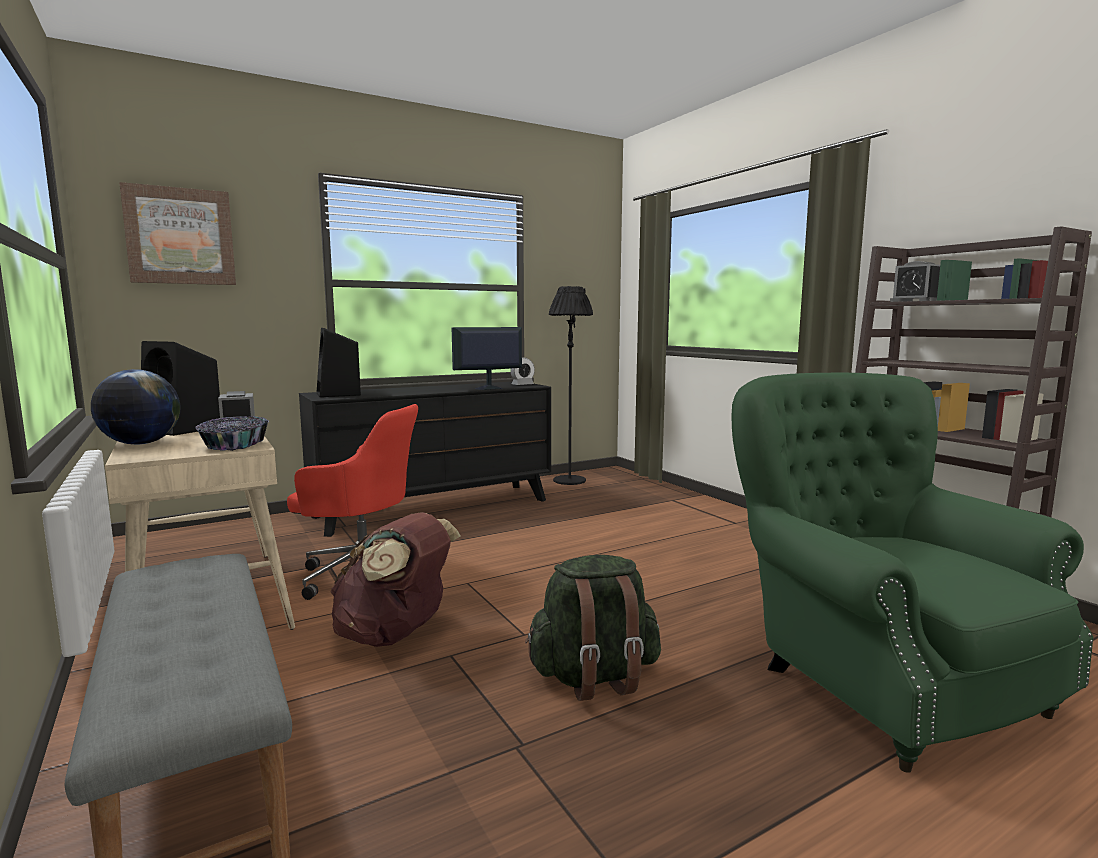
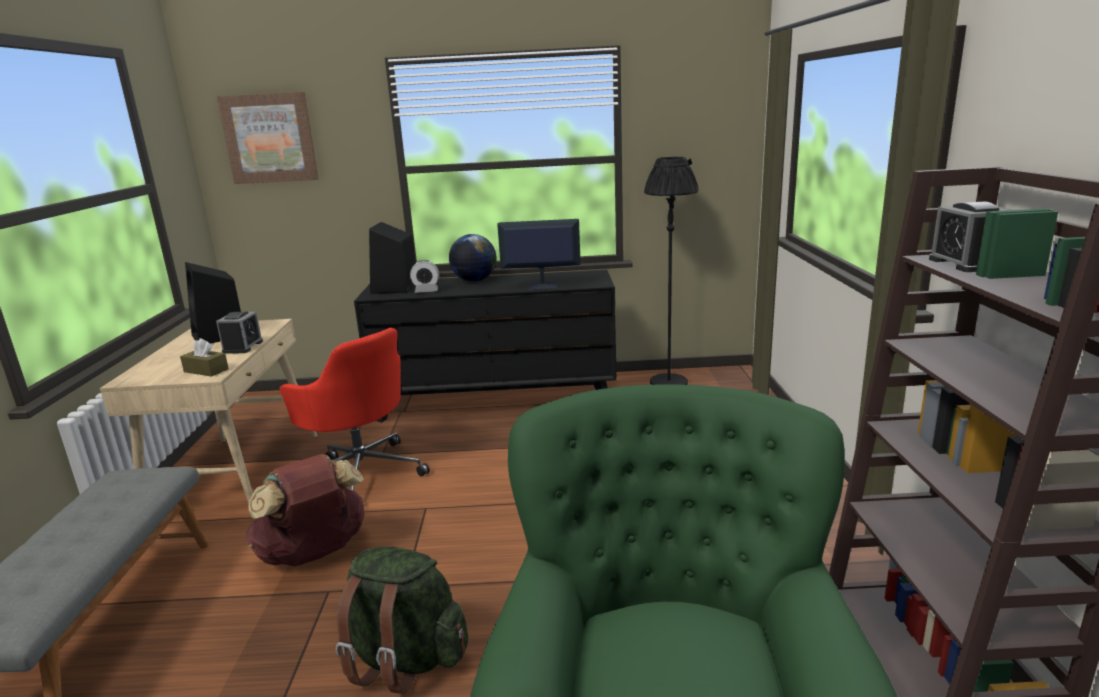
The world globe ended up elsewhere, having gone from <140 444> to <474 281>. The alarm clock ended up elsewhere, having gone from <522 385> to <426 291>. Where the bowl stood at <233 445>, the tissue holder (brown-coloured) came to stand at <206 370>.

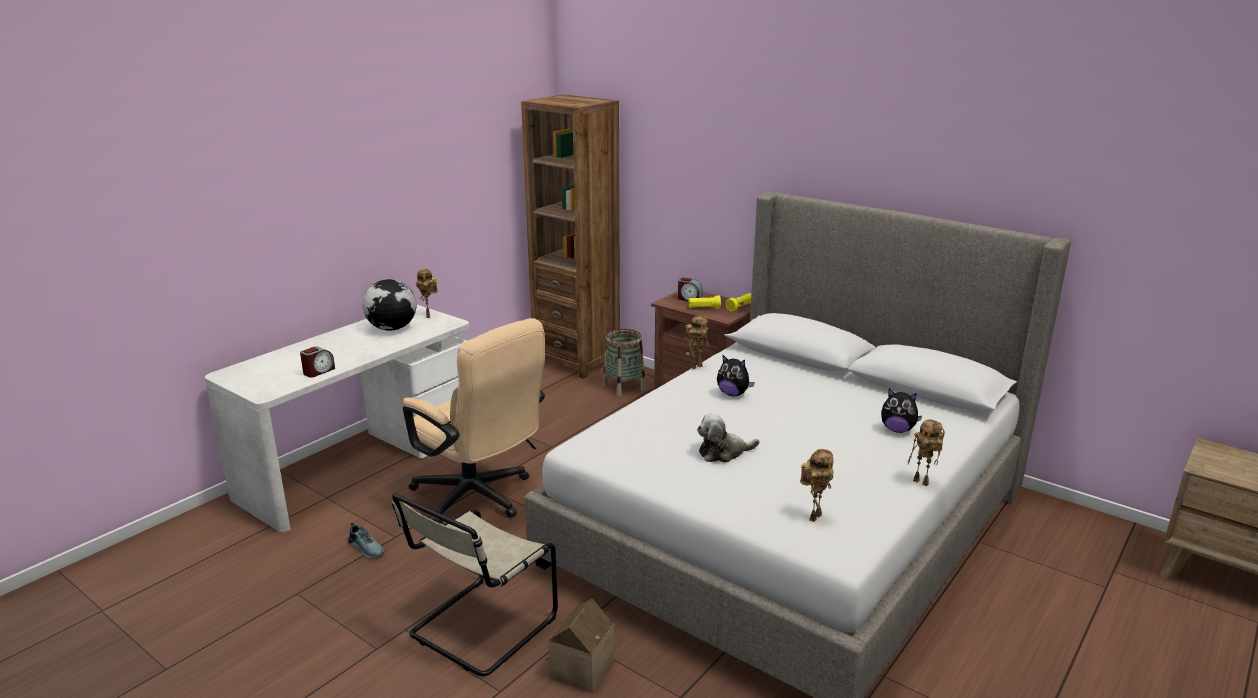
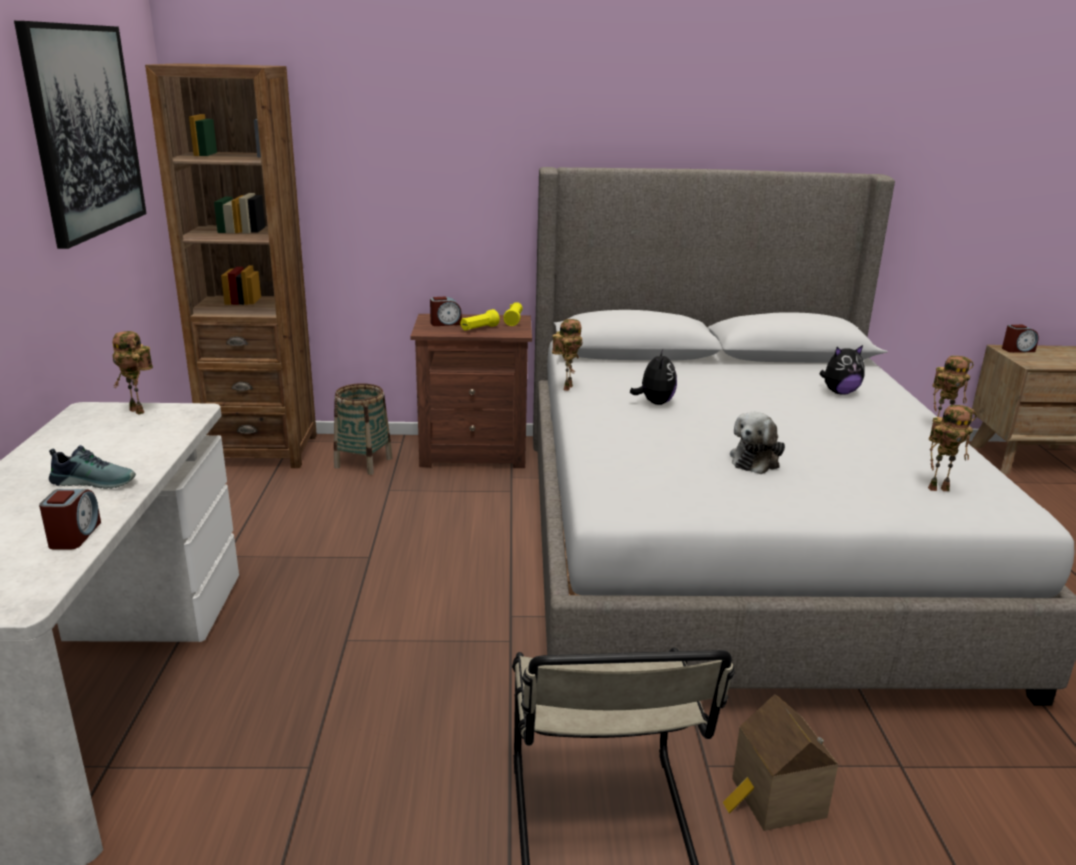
The second view lost the world globe at <392 328>. The second view lost the computer chair (beige-coloured) at <479 498>. The second view gained the picture at <84 131>. The second view gained the alarm clock at <1017 350>. The low shoe ended up elsewhere, having gone from <367 547> to <95 481>. The cuddly toy at <733 394> ended up facing another way, 75 degrees counterclockwise from before. The toy robot at <814 516> ended up facing another way, 90 degrees clockwise from before.

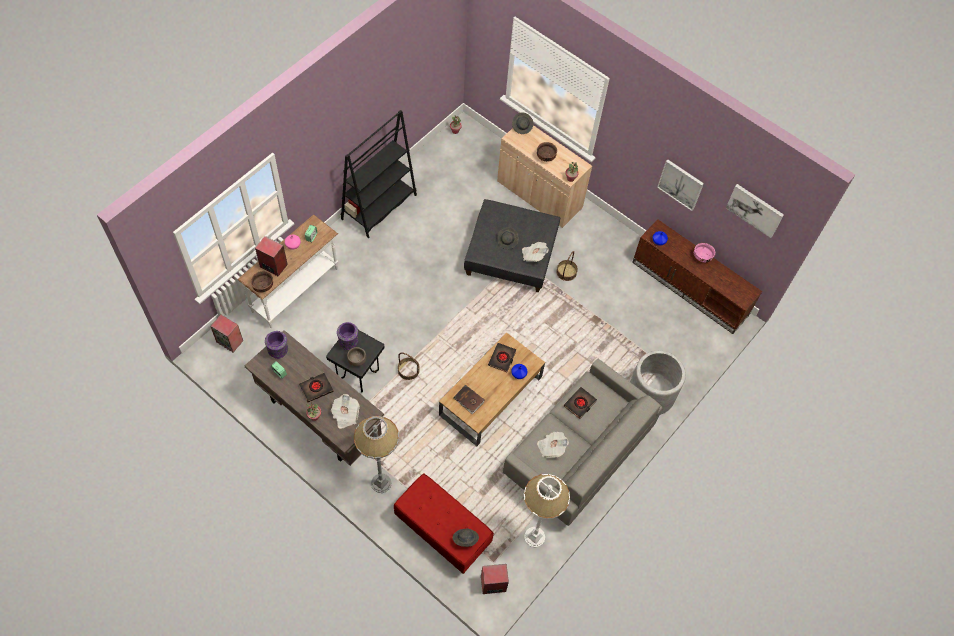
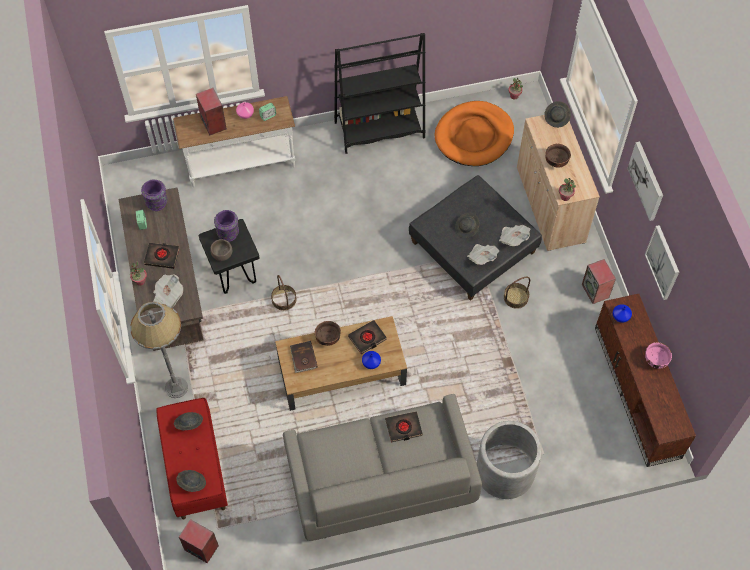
The second view lost the standard lamp (white-coloured) at <534 537>. The second view gained the clothing hat (grey) at <189 424>. The second view gained the pet bed (orangey) at <474 136>. The loudspeaker ended up elsewhere, having gone from <230 341> to <595 291>. The bowl (brown-coloured) ended up elsewhere, having gone from <263 287> to <328 339>. The newspaper ended up elsewhere, having gone from <551 447> to <513 238>. The picture ended up elsewhere, having gone from <755 210> to <646 180>.

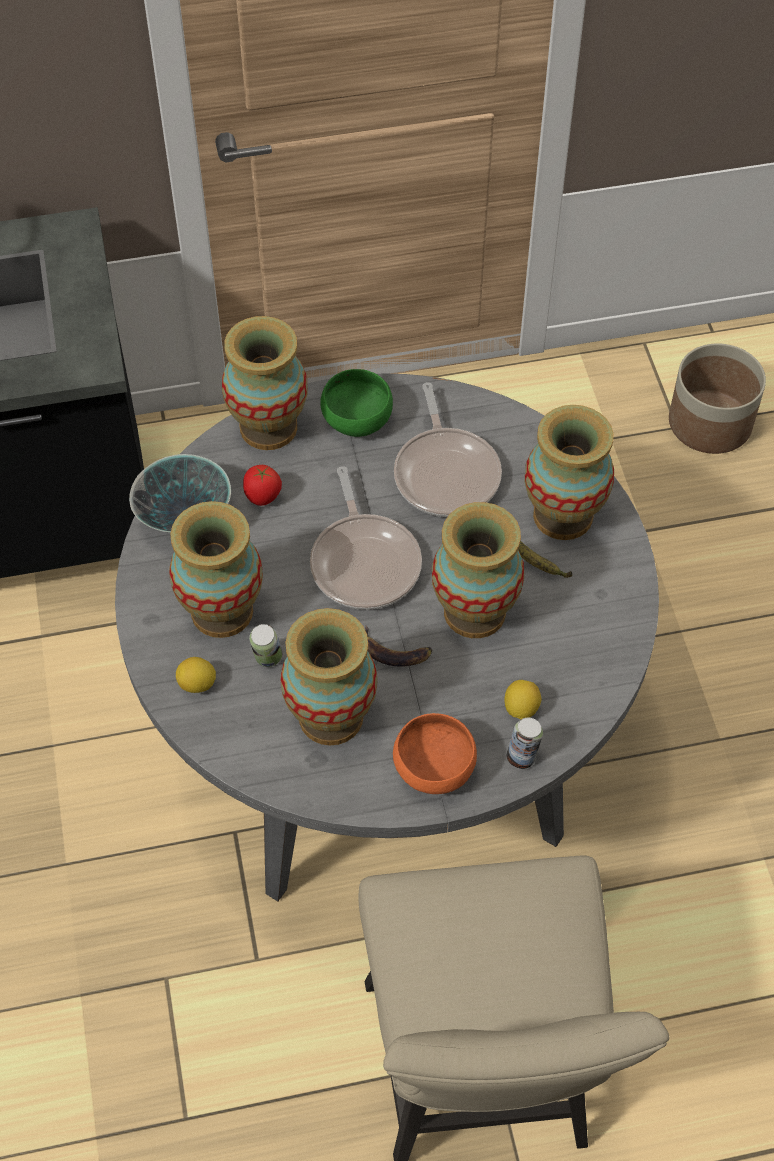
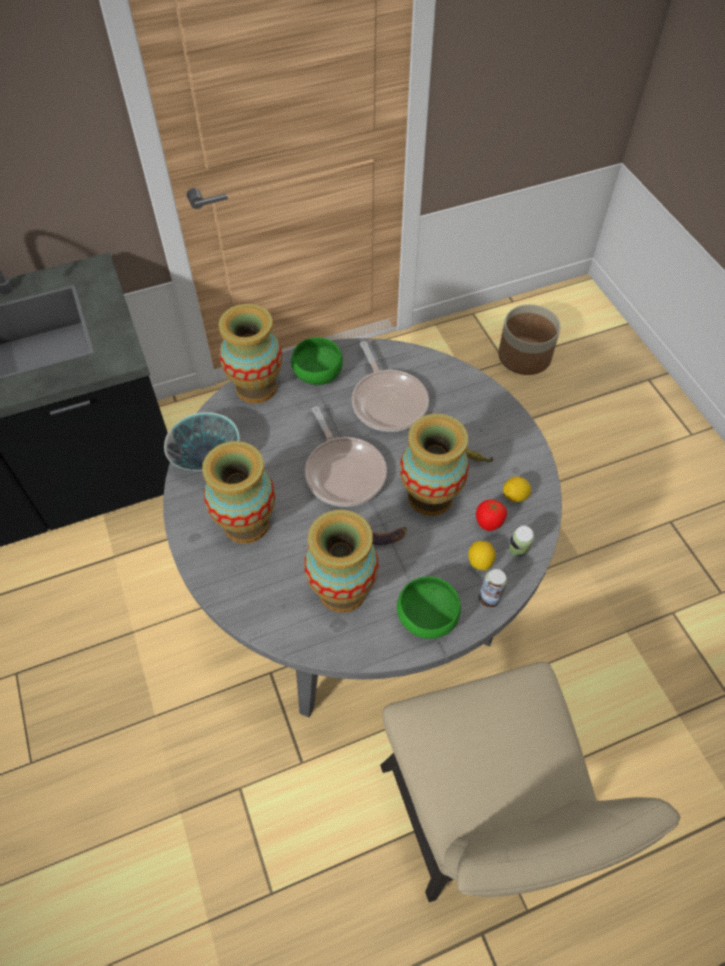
The second view lost the vase at <563 515>. The whole lemon ended up elsewhere, having gone from <197 684> to <515 496>. The whole tomato ended up elsewhere, having gone from <263 498> to <488 524>. The sealed can ended up elsewhere, having gone from <267 659> to <517 550>. What was the bowl (orangey) at <432 769> turned into the bowl (green-coloured) at <426 618>.

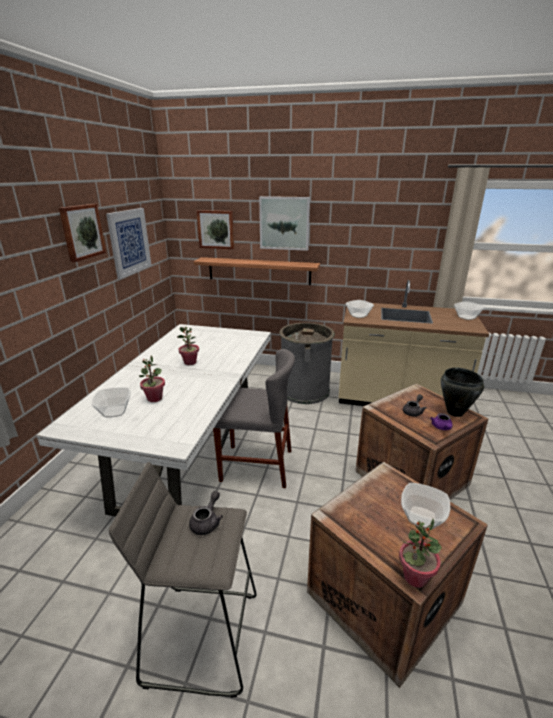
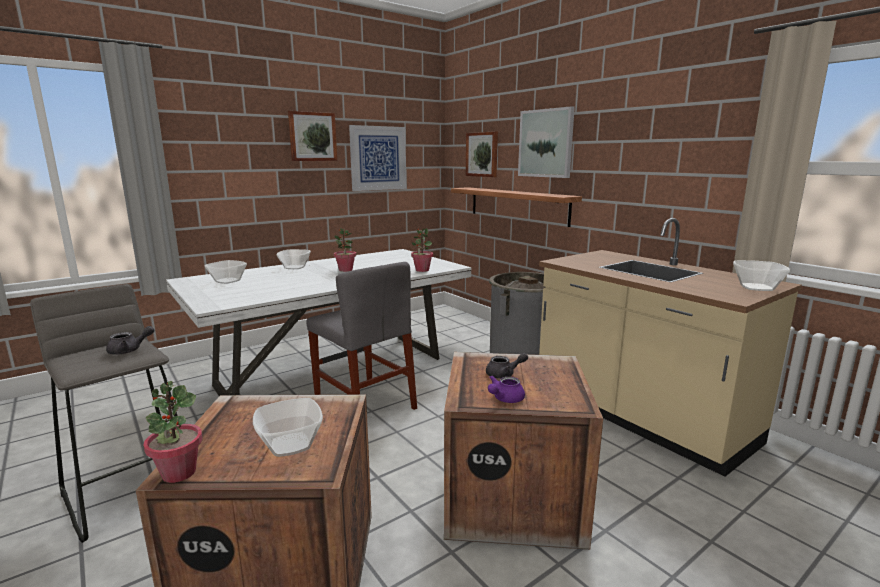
The second view lost the saucepot (black-coloured) at <455 412>. The houseplant ended up elsewhere, having gone from <154 398> to <422 270>. The bowl ended up elsewhere, having gone from <358 315> to <295 267>.

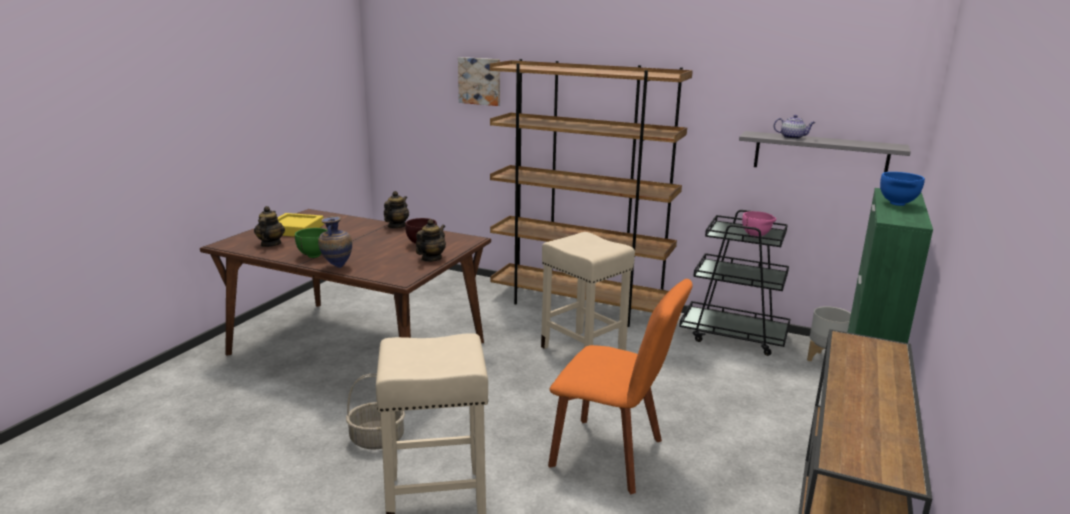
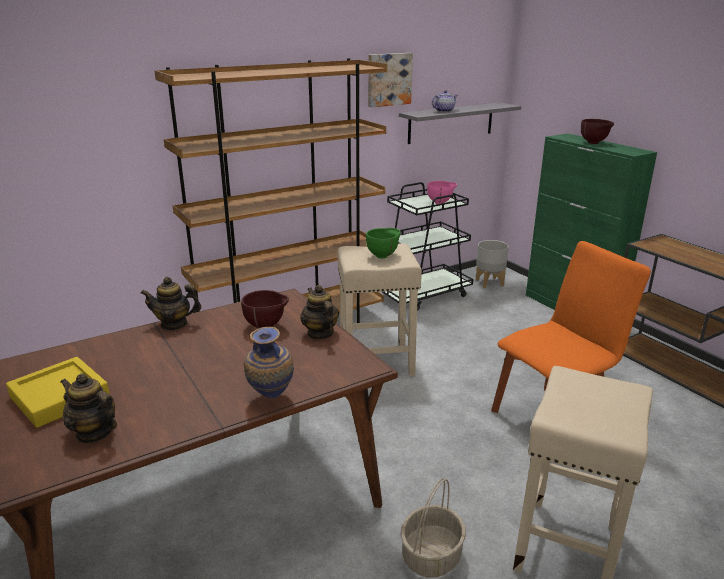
The bowl (green-coloured) ended up elsewhere, having gone from <315 256> to <383 256>. The picture ended up elsewhere, having gone from <480 81> to <388 79>. What was the bowl (blue) at <897 204> turned into the bowl (brown-coloured) at <594 143>. The pot for tea at <396 226> ended up facing another way, 60 degrees counterclockwise from before.

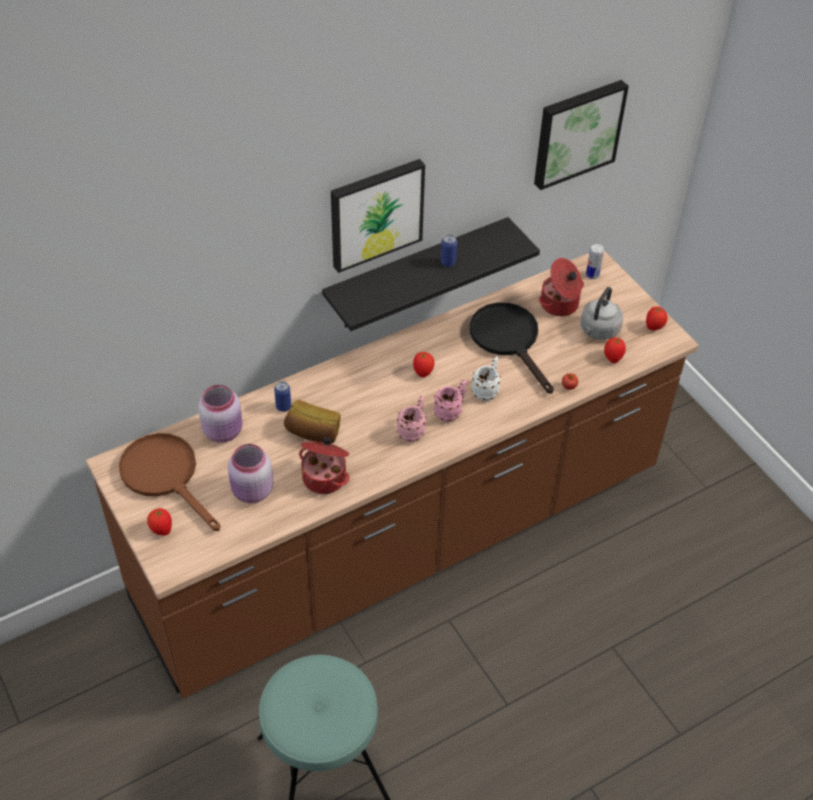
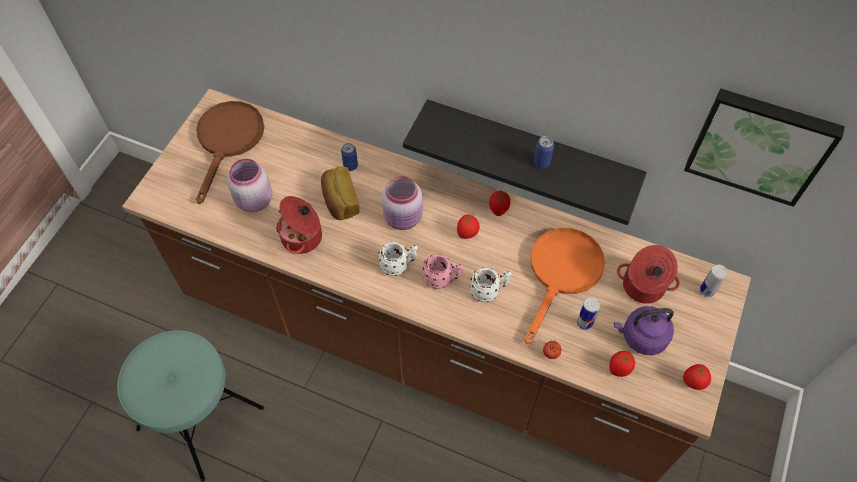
The second view lost the picture at <375 213>. The second view gained the sealed can at <584 323>. The whole tomato ended up elsewhere, having gone from <161 530> to <498 209>. The preserve jar (pink) ended up elsewhere, having gone from <224 431> to <404 218>. What was the mug (pink) at <413 430> turned into the mug (white-coloured) at <399 266>. What was the frying pan (black-coloured) at <509 340> turned into the frying pan (orangey) at <562 273>. What was the water kettle (grey) at <598 331> turned into the water kettle (purple-coloured) at <641 337>.

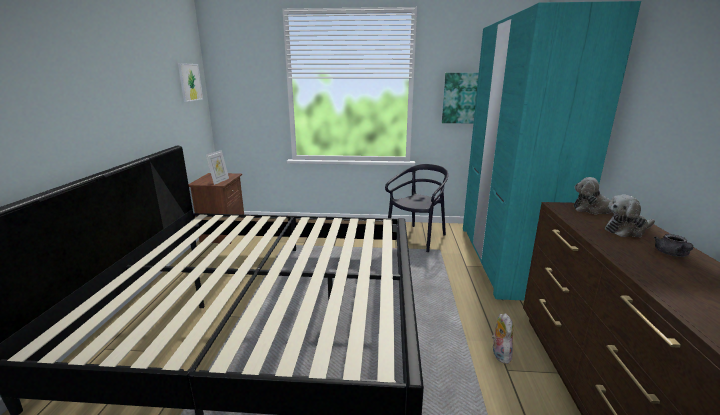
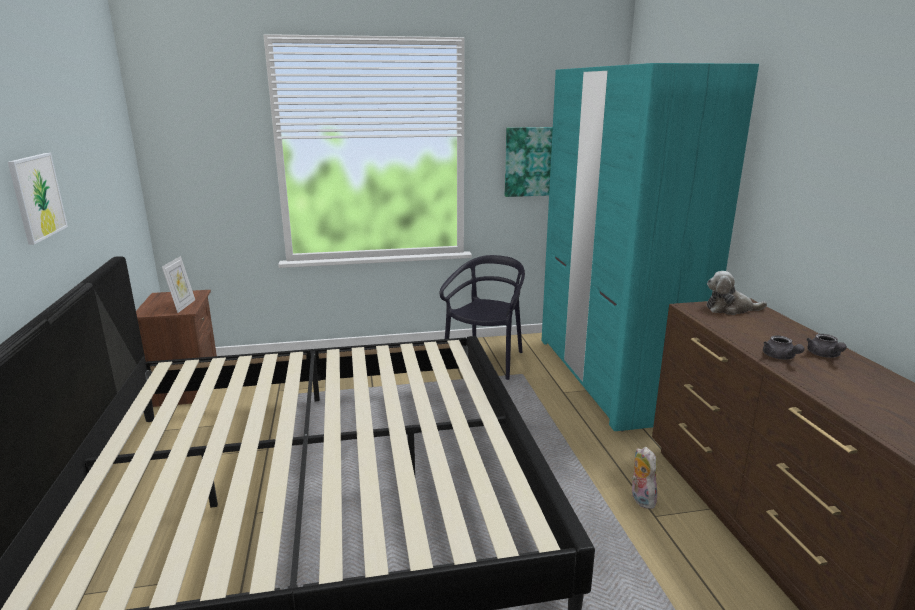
The second view lost the cuddly toy at <626 230>. The second view gained the pot for tea (grey) at <780 357>. The picture ended up elsewhere, having gone from <190 82> to <37 197>.

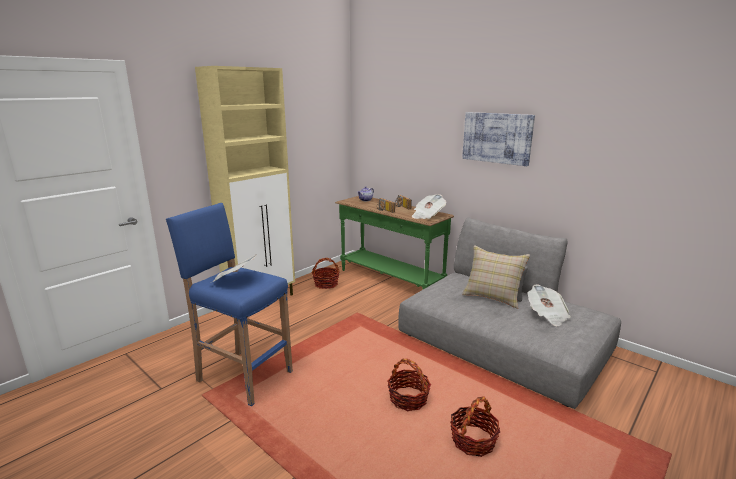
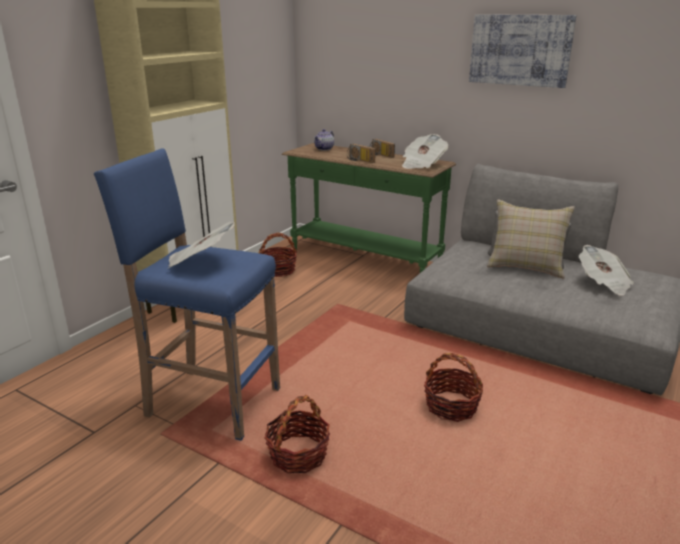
The storage basket ended up elsewhere, having gone from <473 441> to <298 455>.

